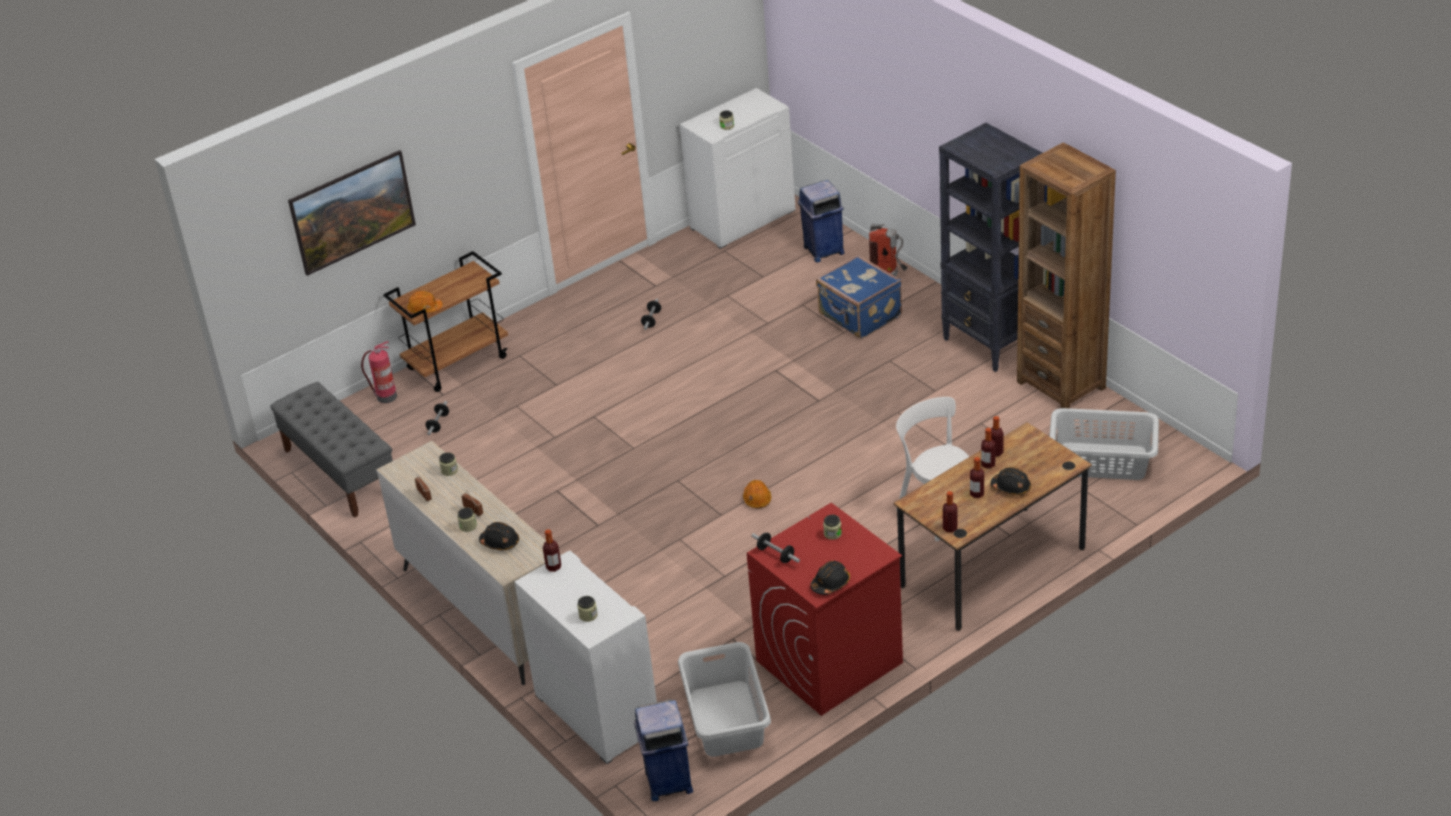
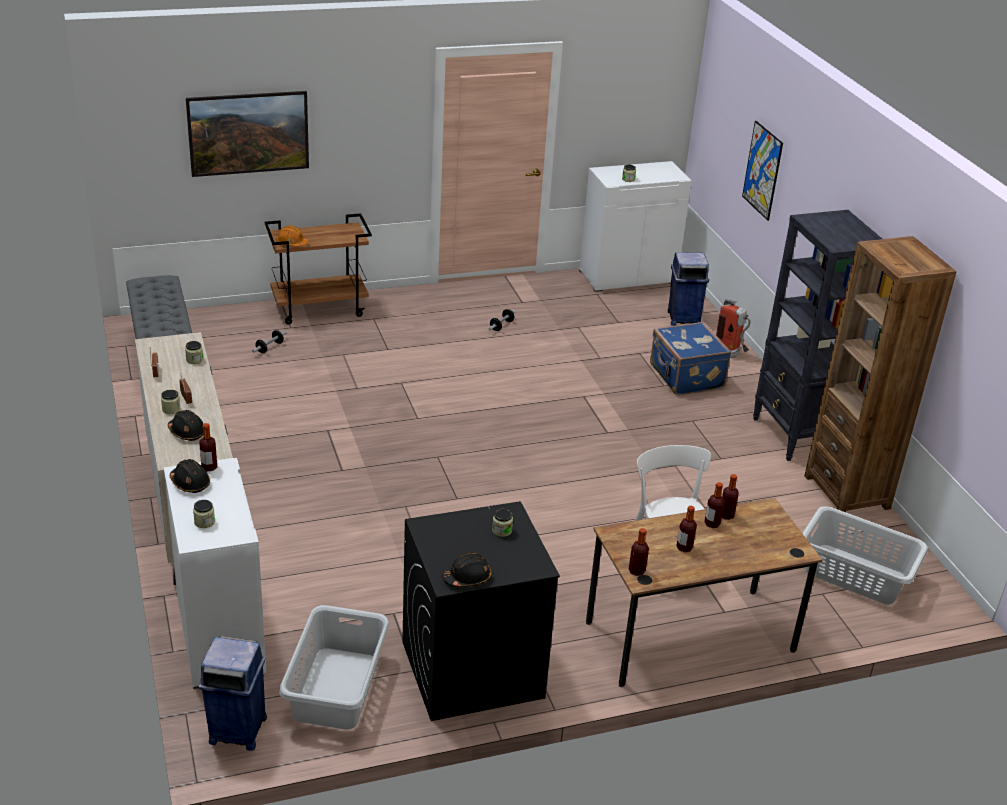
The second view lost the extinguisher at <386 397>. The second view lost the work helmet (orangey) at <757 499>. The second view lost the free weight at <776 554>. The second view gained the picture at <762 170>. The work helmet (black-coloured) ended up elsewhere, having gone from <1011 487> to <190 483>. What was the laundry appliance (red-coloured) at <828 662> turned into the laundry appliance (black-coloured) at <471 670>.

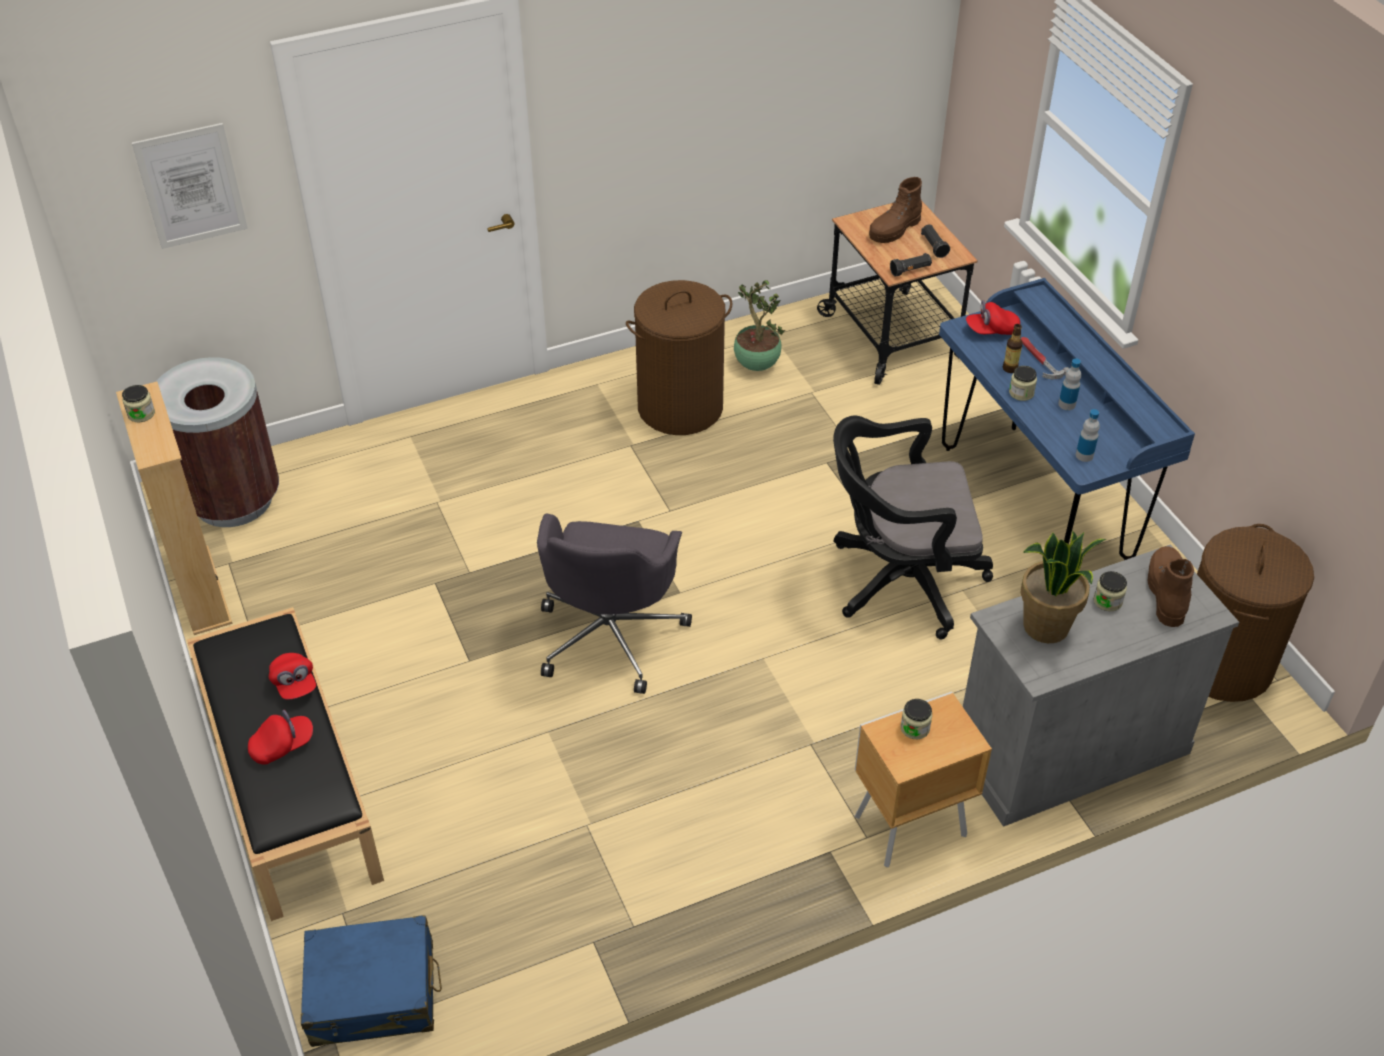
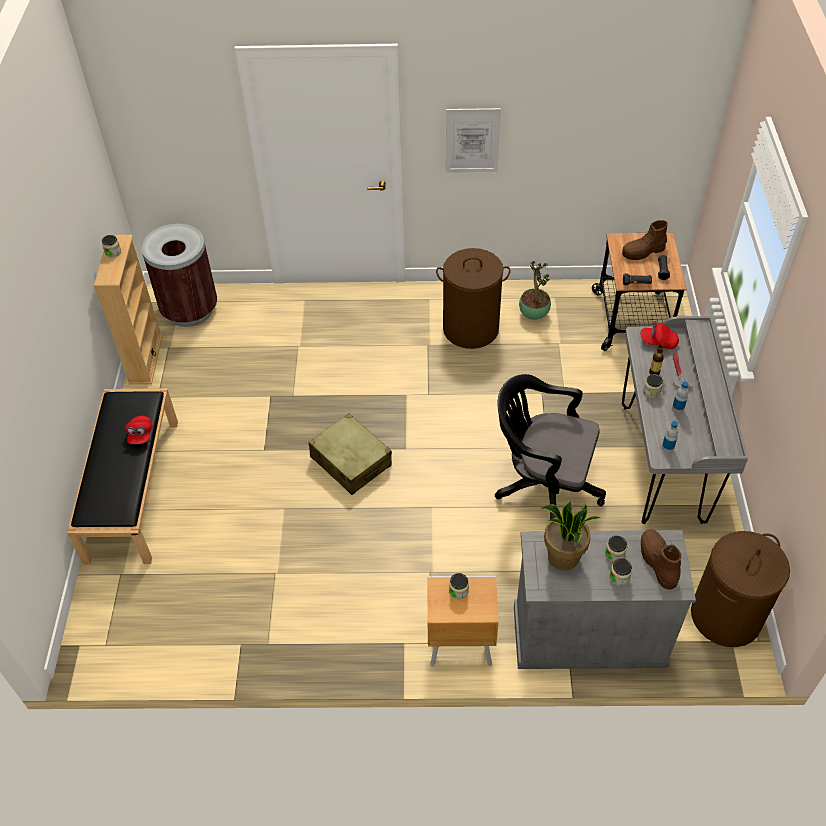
The second view lost the cap (red-coloured) at <282 746>. The second view lost the suitcase (blue) at <373 993>. The second view gained the preserve jar at <619 577>. The picture ended up elsewhere, having gone from <191 186> to <472 140>. Where the computer chair (grey) stood at <611 635>, the suitcase (beige-coloured) came to stand at <351 461>. What was the desk table (blue) at <1035 502> turned into the desk table (grey) at <662 463>. The tall boot (brown-coloured) at <1166 593> ended up facing another way, 45 degrees counterclockwise from before.

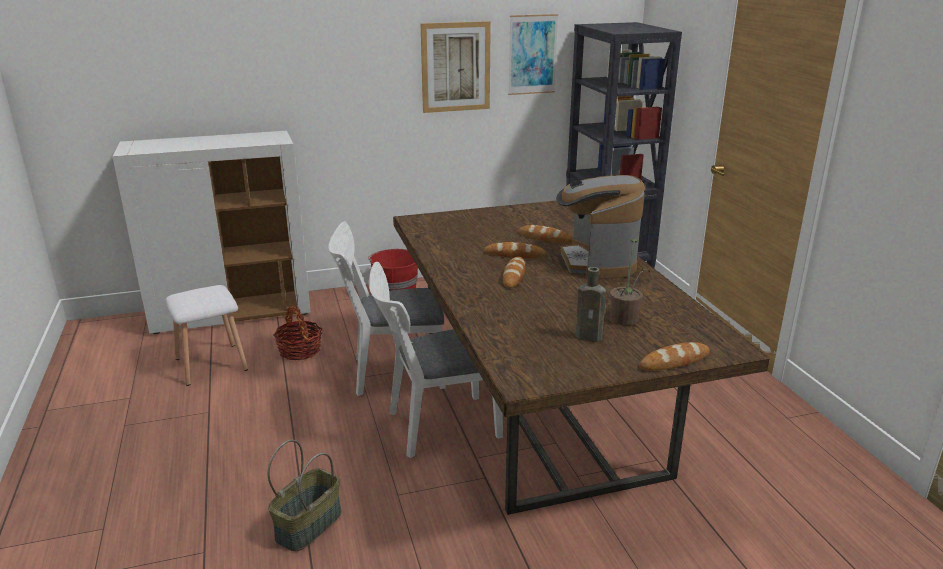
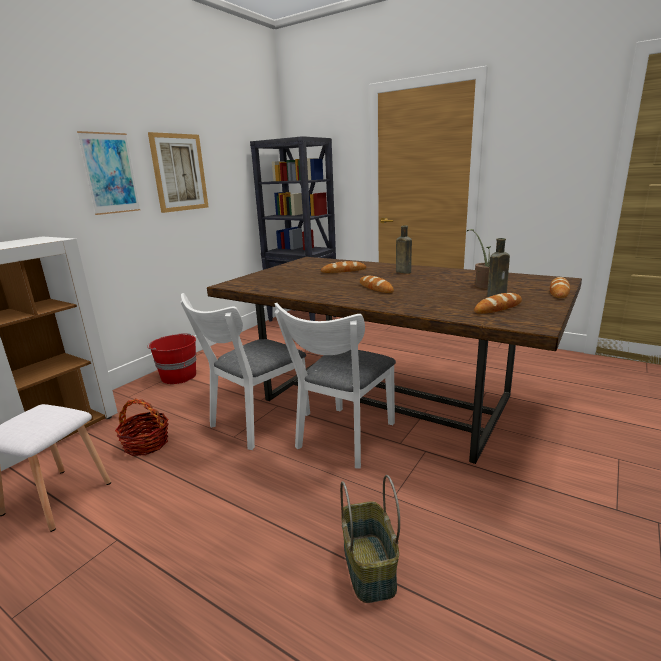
The baked bread ended up elsewhere, having gone from <514 254> to <498 307>. The picture ended up elsewhere, having gone from <532 54> to <110 173>. Where the coffee brewer stood at <597 262>, the beverage bottle (brown-coloured) came to stand at <402 271>.

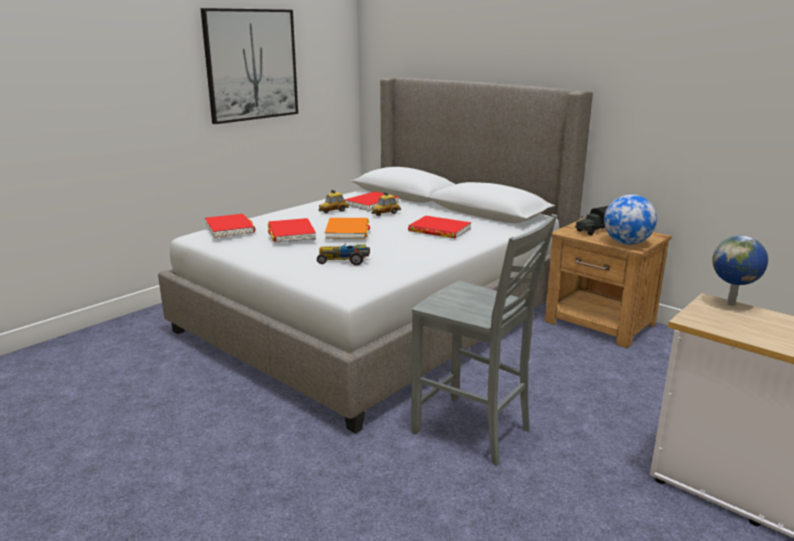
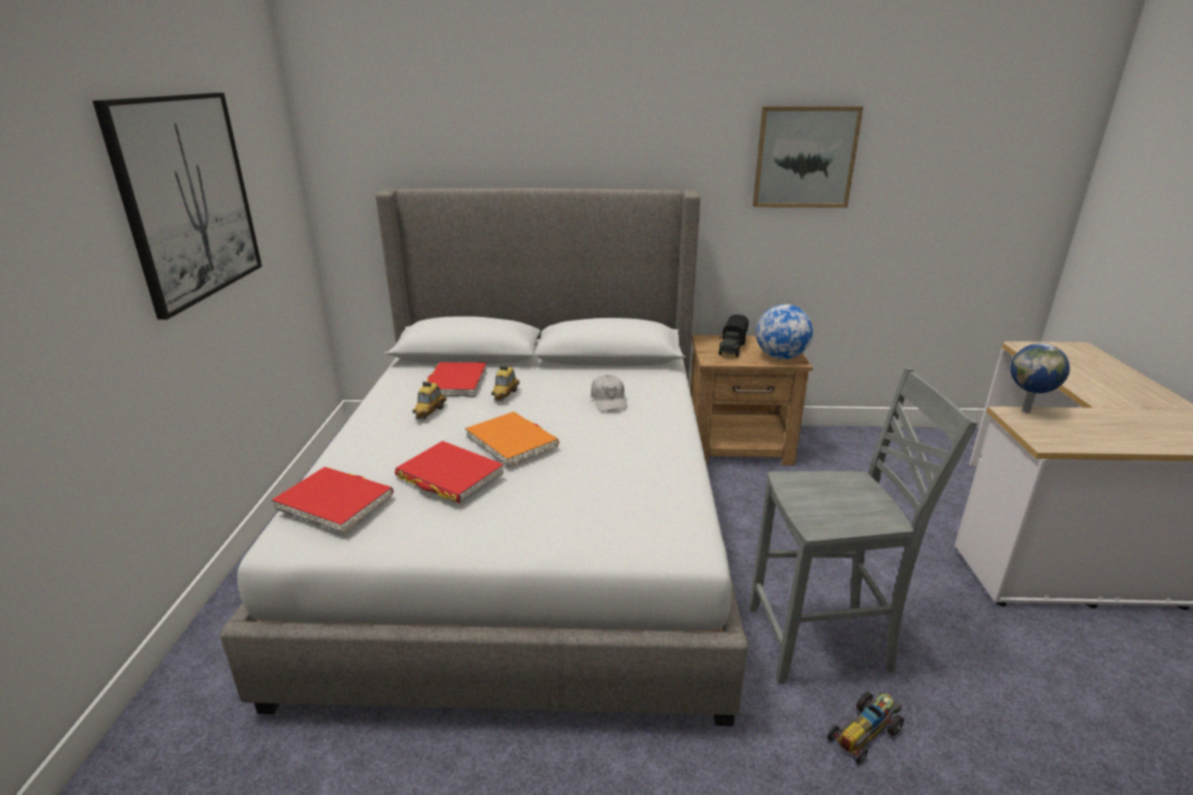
The second view gained the picture at <804 157>. The model car ended up elsewhere, having gone from <344 260> to <865 731>. Where the volume (red-coloured) stood at <439 230>, the cap (white-coloured) came to stand at <609 400>.

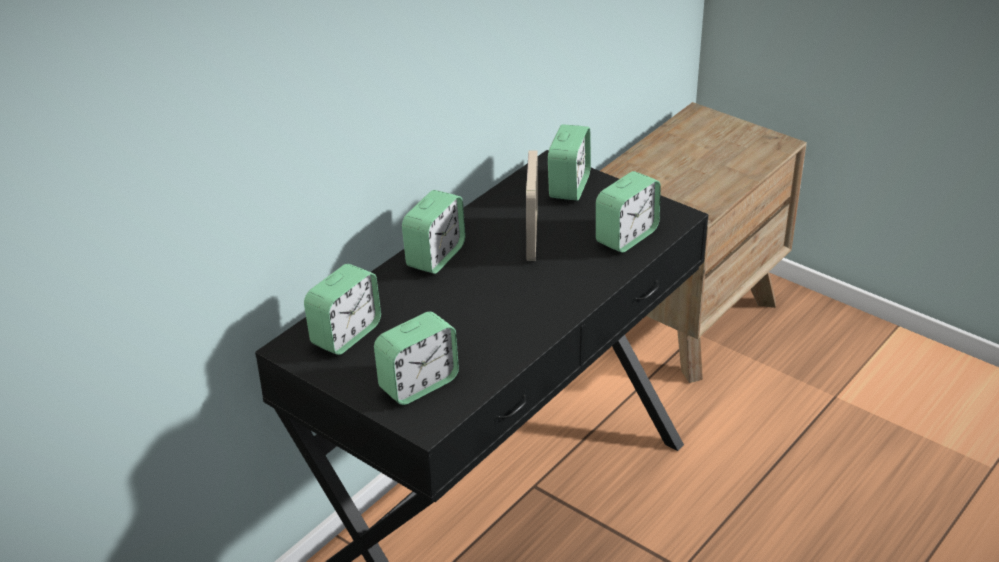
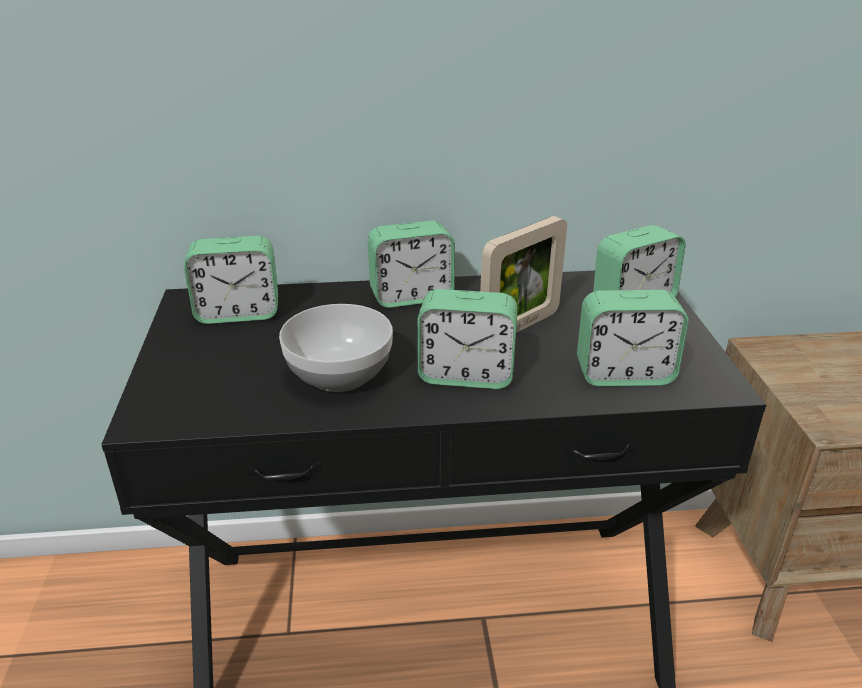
The second view gained the bowl at <337 374>. The alarm clock ended up elsewhere, having gone from <418 384> to <466 375>.

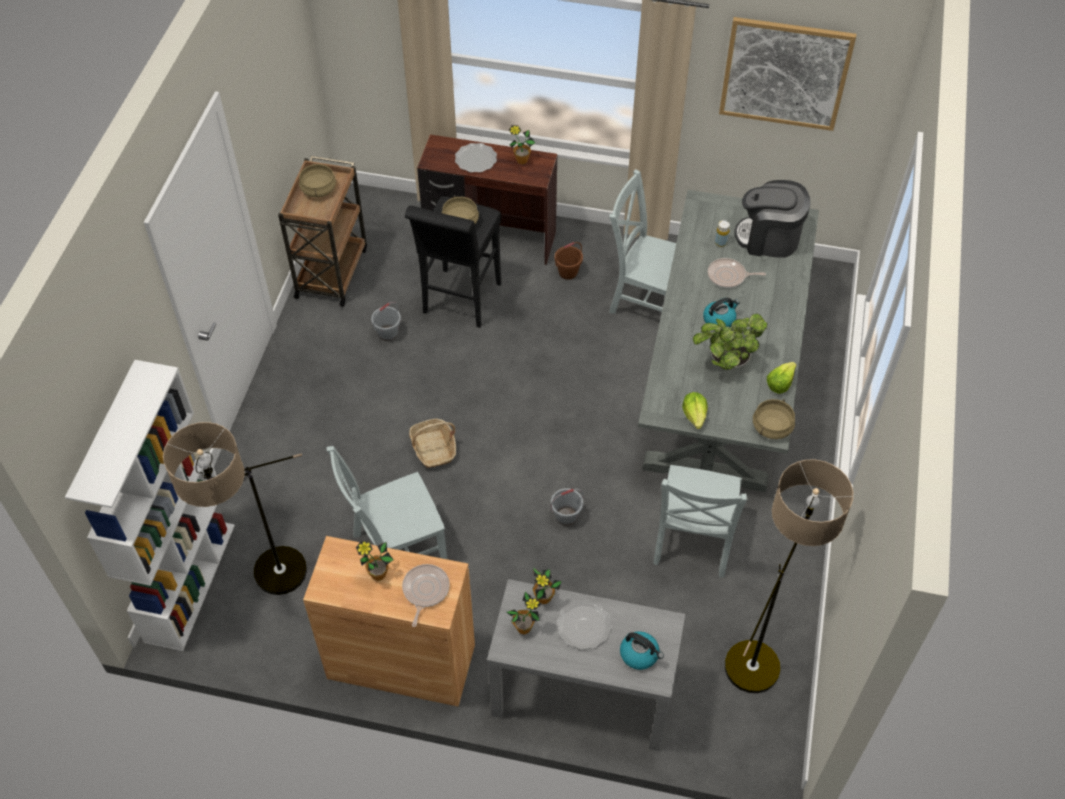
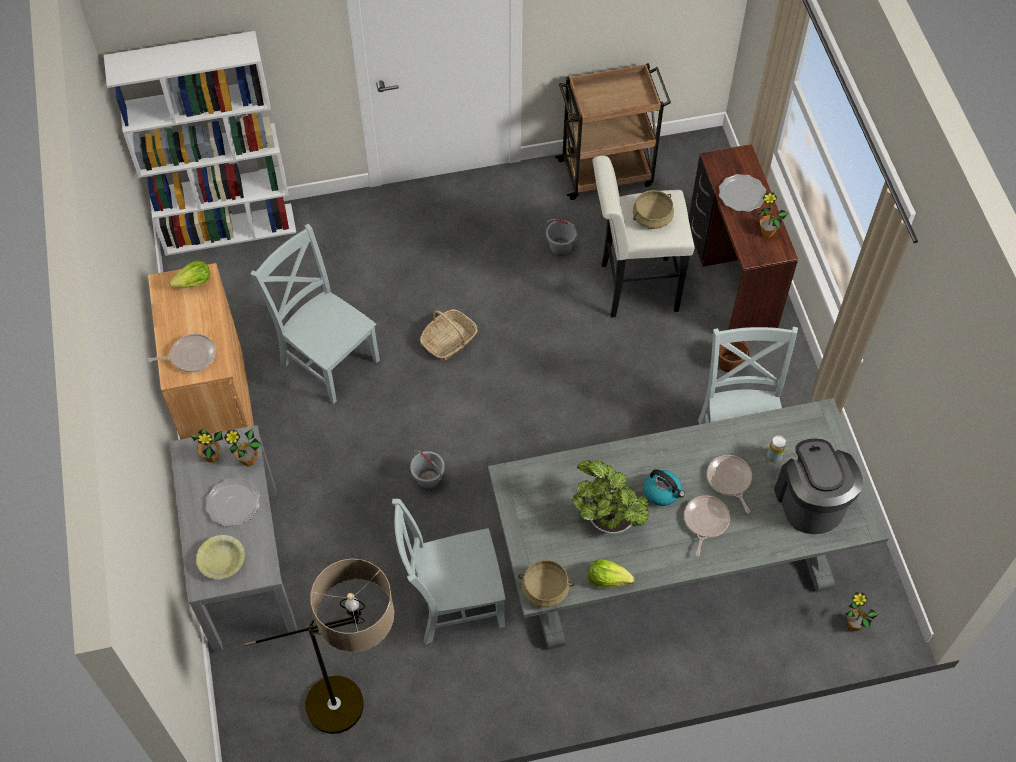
The second view lost the standard lamp at <266 587>. The second view lost the saucepot (beige-coloured) at <318 189>. The second view lost the picture at <785 73>. The second view gained the frying pan at <705 521>. The houseplant ended up elsewhere, having gone from <378 574> to <854 625>. The head of lettuce ended up elsewhere, having gone from <695 416> to <194 283>. Where the water kettle stood at <640 654>, the bowl (yellow-coloured) came to stand at <222 560>. What was the stool seat (black-coloured) at <459 302> turned into the stool seat (white-coloured) at <632 288>.

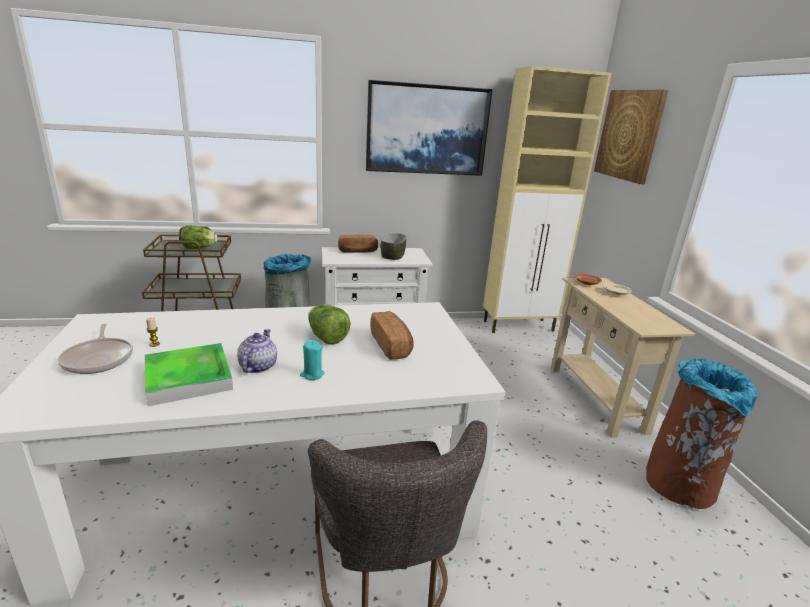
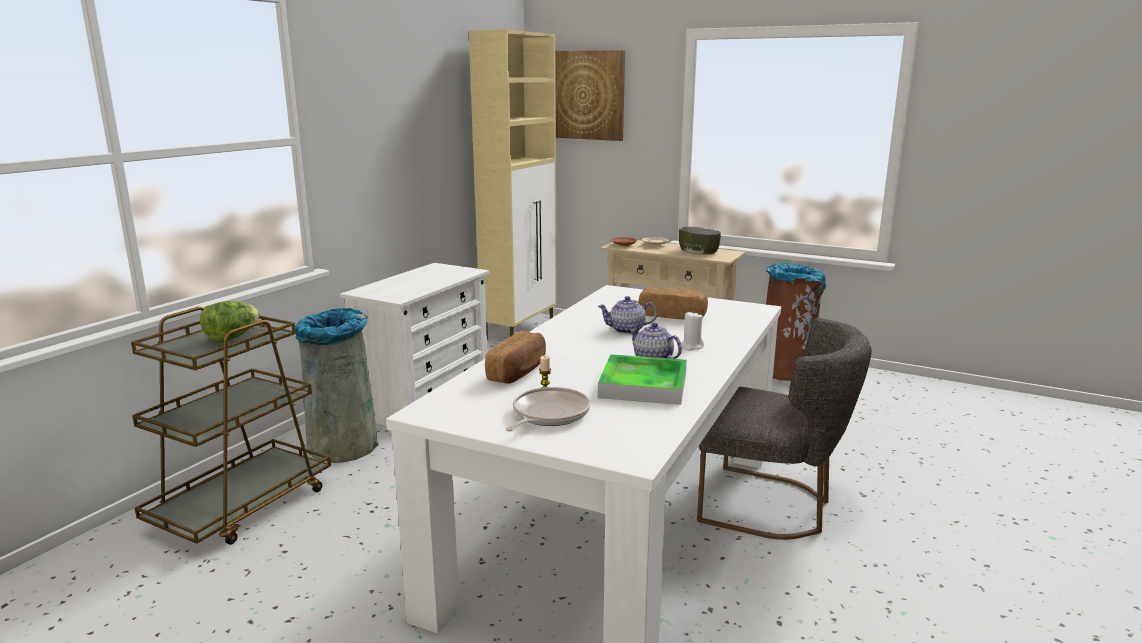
The second view lost the picture at <427 130>. The baked bread ended up elsewhere, having gone from <357 251> to <519 372>. The bowl ended up elsewhere, having gone from <393 255> to <698 251>. Where the head of lettuce stood at <326 337>, the pot for tea came to stand at <626 330>. What was the candle (turquoise) at <312 374> turned into the candle (white-coloured) at <691 346>. The frying pan at <99 358> ended up facing another way, 75 degrees counterclockwise from before.

